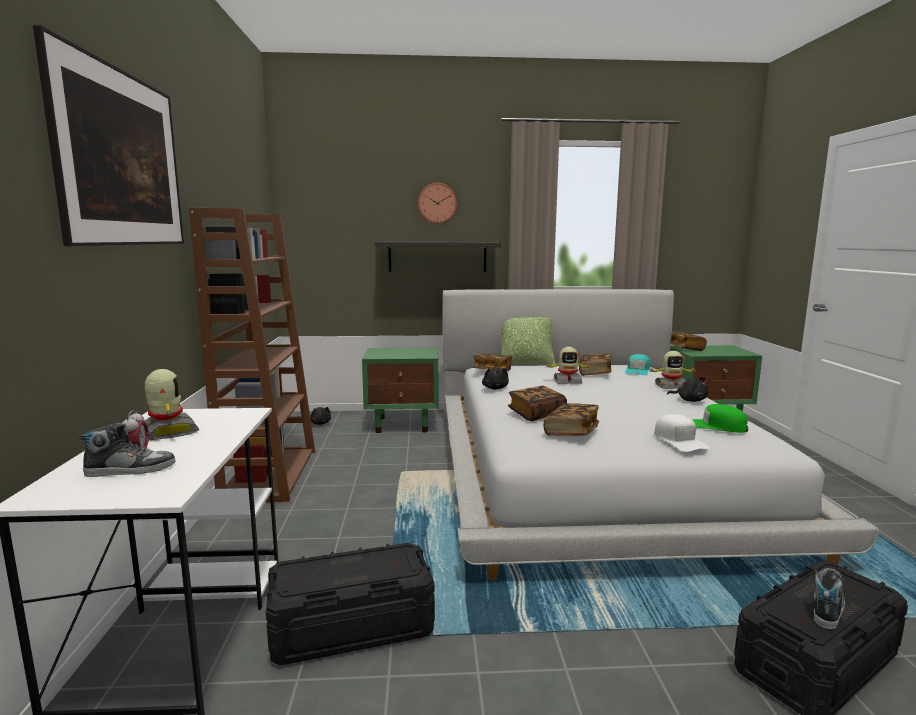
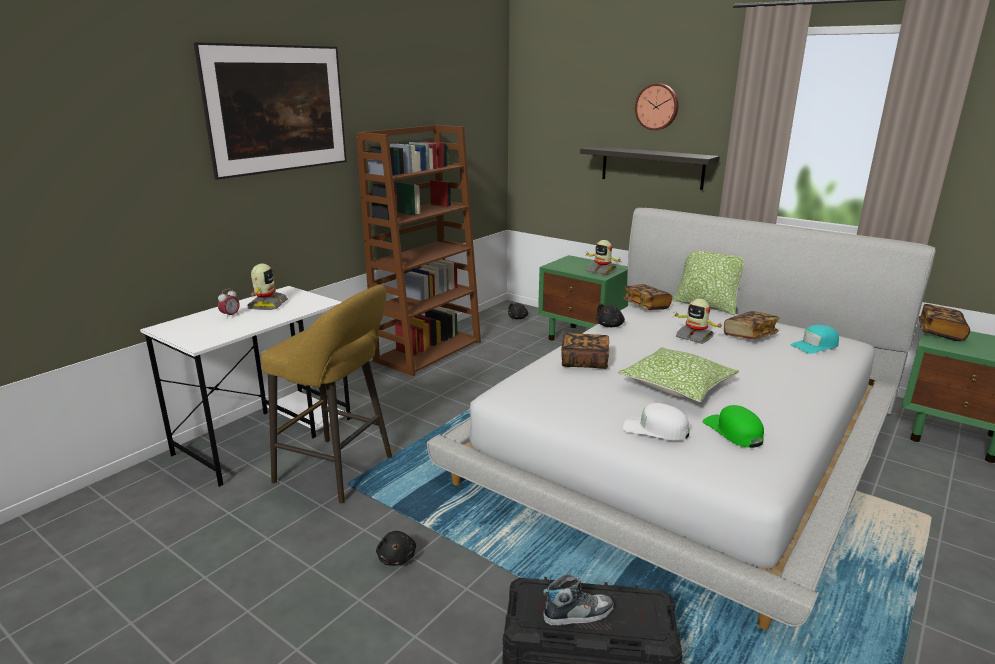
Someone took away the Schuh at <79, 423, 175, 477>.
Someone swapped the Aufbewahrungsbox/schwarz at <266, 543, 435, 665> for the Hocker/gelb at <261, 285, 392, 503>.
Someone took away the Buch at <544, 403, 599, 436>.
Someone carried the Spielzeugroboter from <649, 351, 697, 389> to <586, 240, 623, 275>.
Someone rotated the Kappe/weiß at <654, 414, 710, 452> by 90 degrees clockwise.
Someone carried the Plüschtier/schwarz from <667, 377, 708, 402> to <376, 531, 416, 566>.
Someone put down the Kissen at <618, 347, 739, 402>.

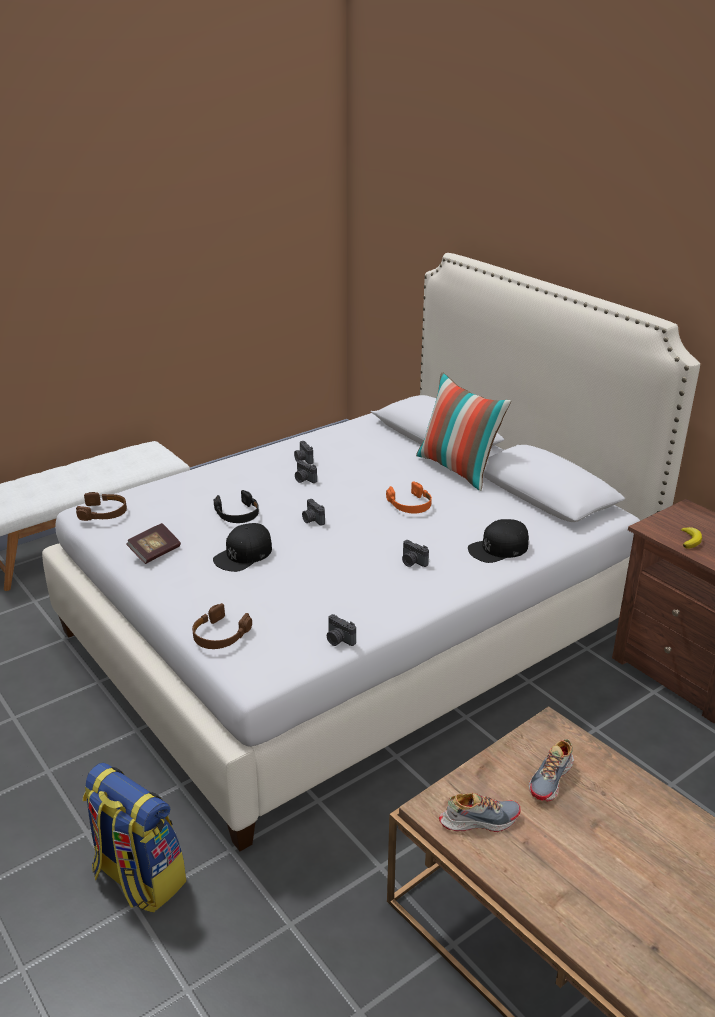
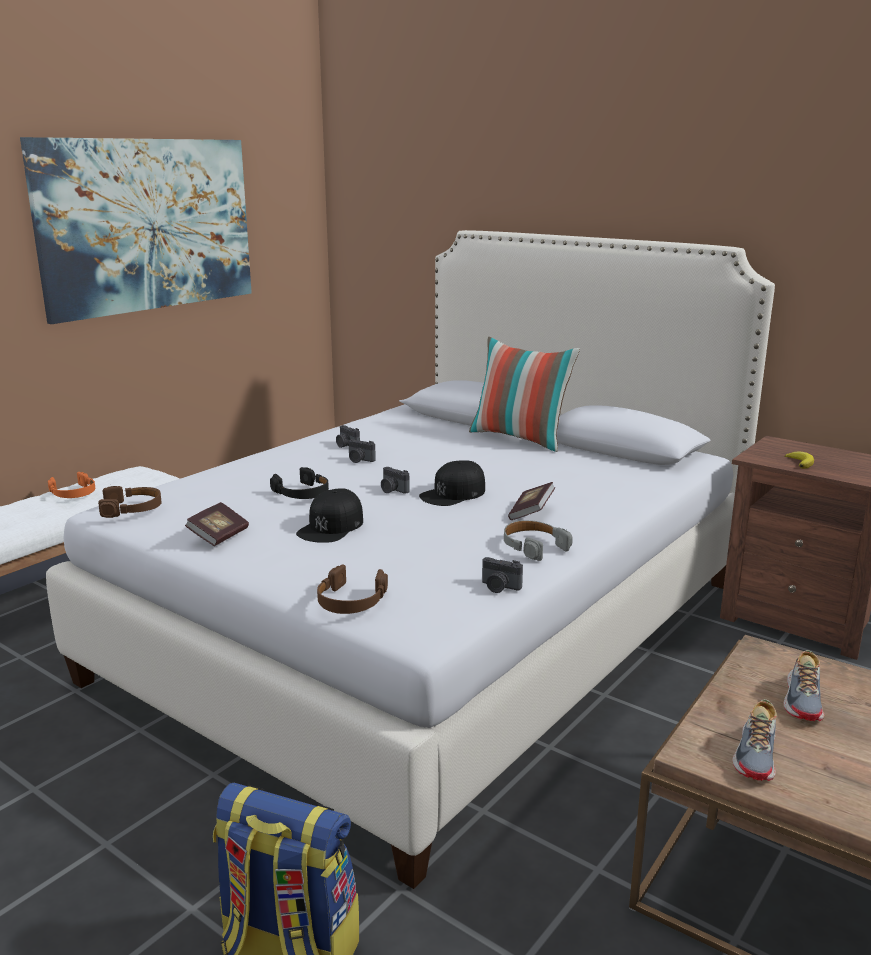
Someone carried the Kopfhörer/orange from <386, 481, 432, 513> to <48, 472, 95, 498>.
Someone swapped the Kamera at <402, 540, 429, 567> for the Buch at <508, 482, 555, 520>.
Someone rotated the Schuh at <439, 793, 520, 832> by 135 degrees clockwise.
Someone carried the Kappe/schwarz from <468, 519, 529, 563> to <419, 460, 485, 506>.
Someone put up the Bild at <20, 137, 252, 324>.
Someone put down the Kopfhörer/grau at <504, 520, 573, 561>.

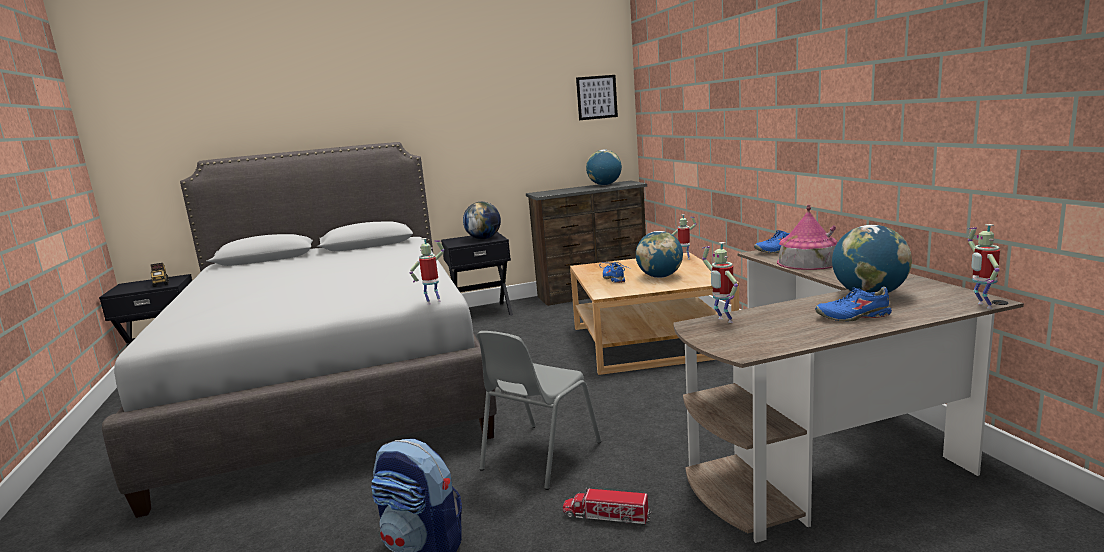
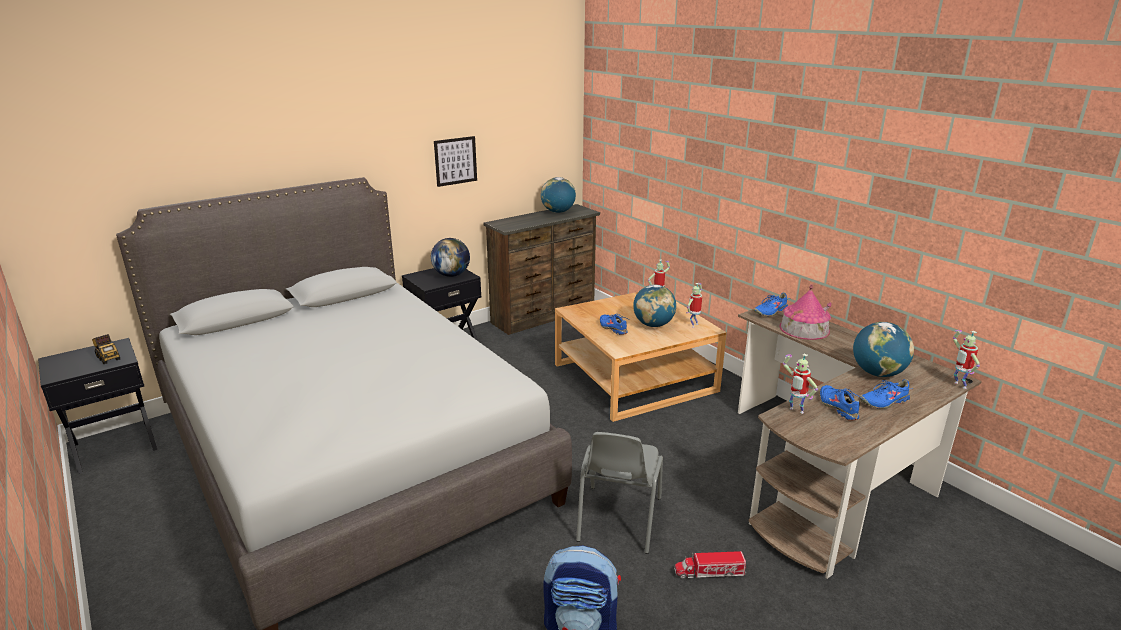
Someone carried the Spielzeugroboter from <410, 238, 444, 305> to <686, 283, 702, 328>.
Someone carried the Bild from <576, 75, 618, 120> to <434, 136, 477, 187>.
Someone put down the Schuh/blau at <820, 385, 864, 420>.

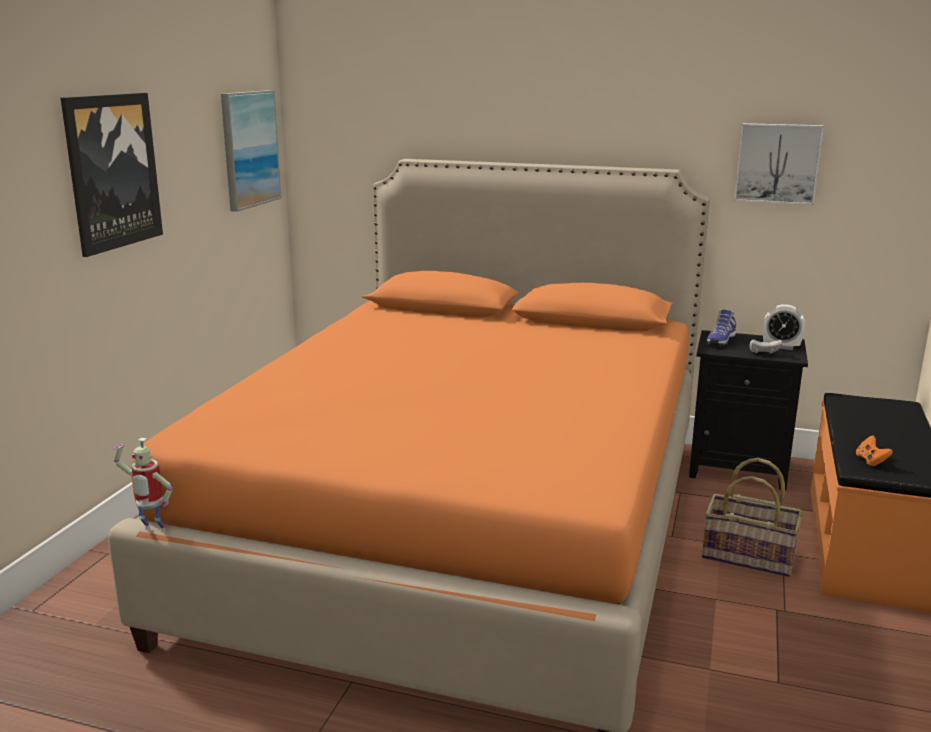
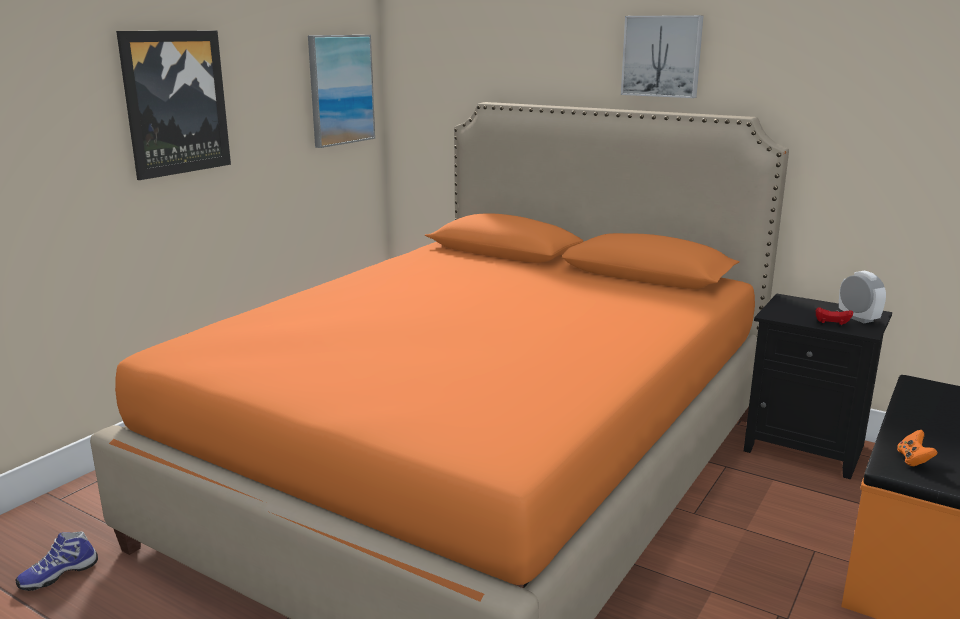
Someone took away the Spielzeugroboter at <113, 438, 173, 532>.
Someone took away the Korb at <702, 458, 803, 577>.
Someone carried the Schuh from <706, 310, 736, 347> to <15, 531, 98, 591>.
Someone carried the Bild from <734, 123, 824, 205> to <621, 15, 704, 98>.
Someone repainted the Gamepad/weiß at <749, 340, 782, 354>, which became the Gamepad/rot at <816, 307, 853, 325>.
Someone rotated the Wecker at <763, 304, 805, 350> by 150 degrees counterclockwise.

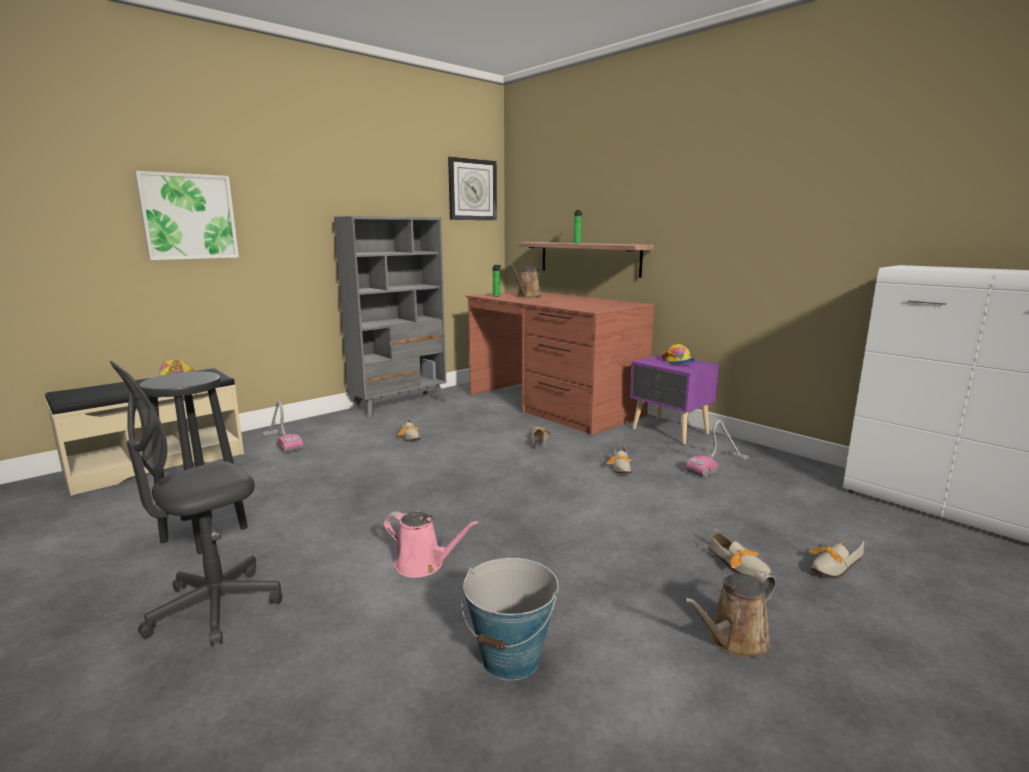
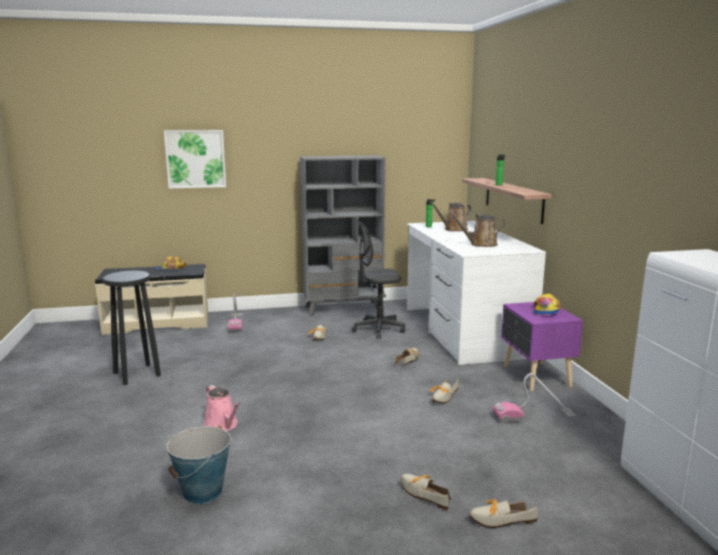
Someone carried the Bürostuhl/grau from <110, 361, 282, 646> to <352, 221, 405, 339>.
Someone took away the Wanduhr at <448, 157, 497, 220>.
Someone repainted the Schreibtisch/braun at <466, 291, 655, 436>, which became the Schreibtisch/weiß at <407, 221, 546, 365>.
Someone carried the Gießkanne/braun from <684, 571, 776, 657> to <448, 211, 505, 247>.
Someone rotated the Schuh at <708, 529, 772, 576> by 135 degrees clockwise.

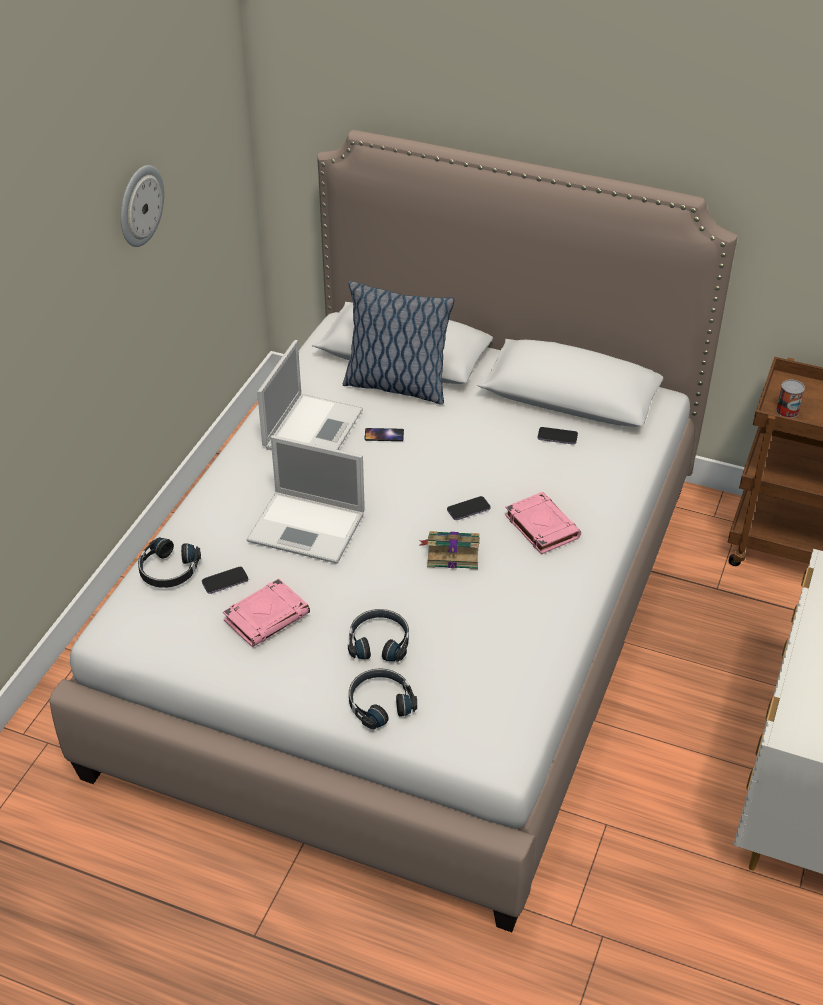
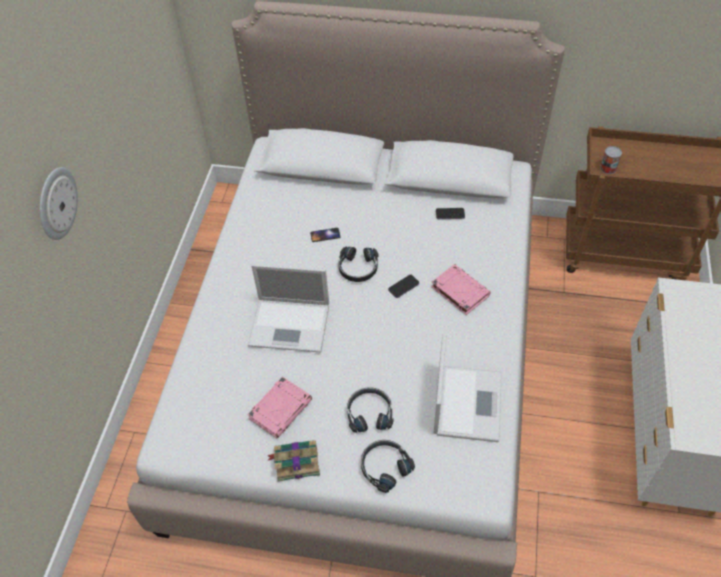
Someone carried the Wanduhr from <121, 165, 164, 247> to <40, 167, 78, 240>.
Someone carried the Kopfhörer/schwarz from <138, 537, 201, 588> to <338, 247, 378, 282>.
Someone took away the Handy at <202, 567, 248, 594>.
Someone carried the Laptop from <257, 340, 363, 451> to <434, 333, 502, 442>.
Someone took away the Kissen at <343, 281, 454, 405>.
Someone carried the Buch from <419, 531, 480, 570> to <267, 440, 320, 482>.

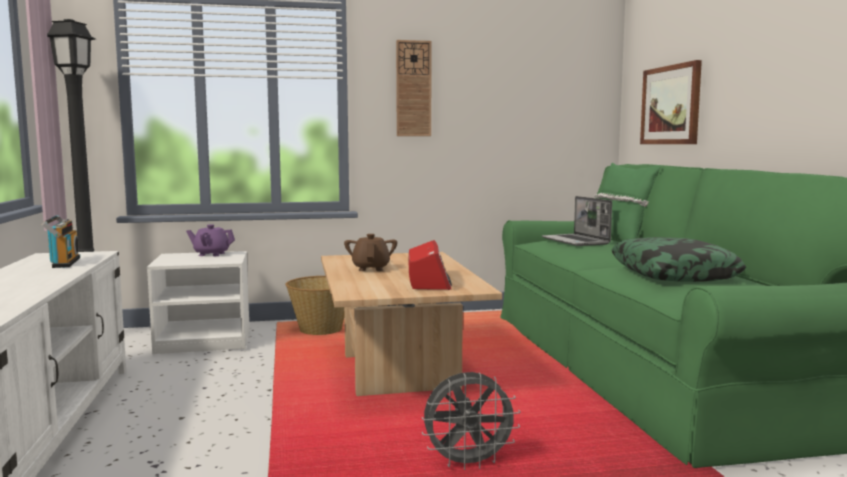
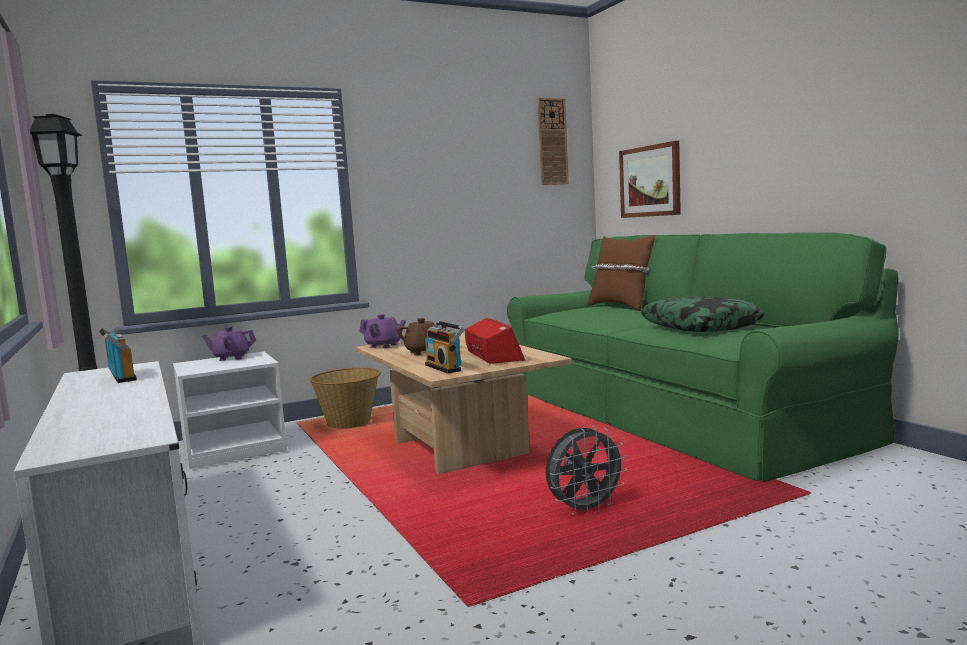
Someone carried the Wanduhr from <396, 40, 431, 136> to <537, 98, 569, 185>.
Someone took away the Laptop at <541, 196, 612, 246>.
Someone repainted the Kissen/grün at <594, 163, 661, 241>, which became the Kissen/braun at <587, 235, 656, 311>.
Someone put down the Teekanne/lila at <360, 314, 406, 348>.
Someone put down the Radio at <425, 321, 465, 374>.

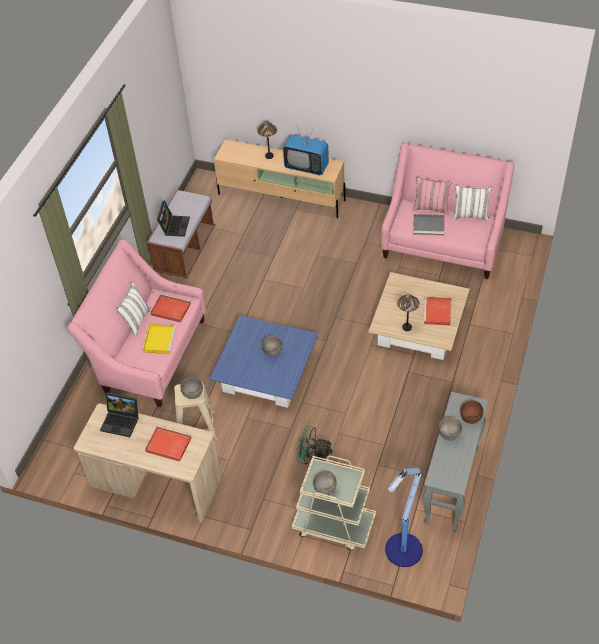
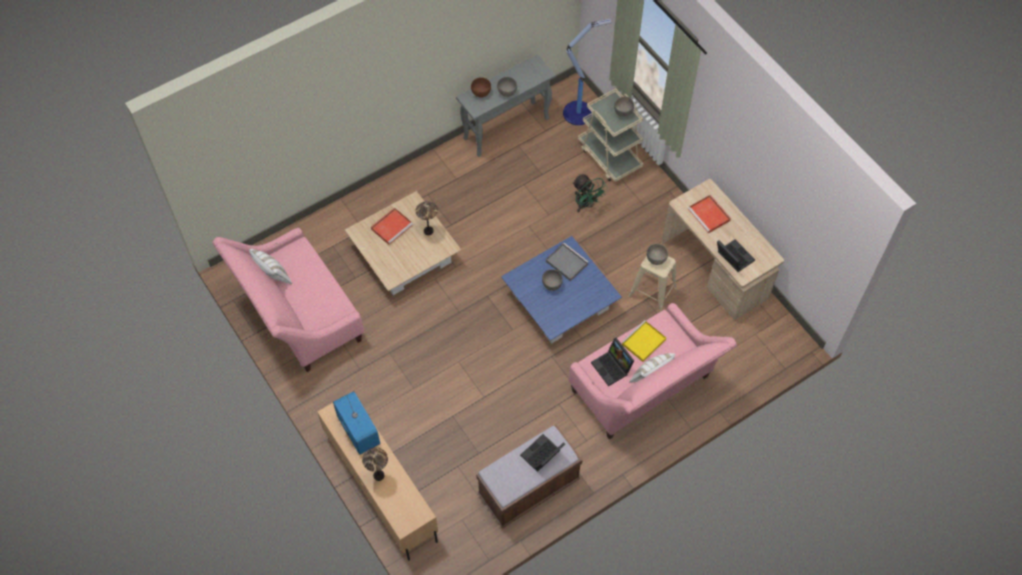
Someone swapped the Tablett/rot at <150, 294, 191, 323> for the Laptop at <591, 338, 634, 386>.
Someone took away the Kissen/rosa at <413, 177, 452, 214>.
Someone carried the Tablett/grau from <413, 214, 444, 236> to <546, 243, 588, 281>.

